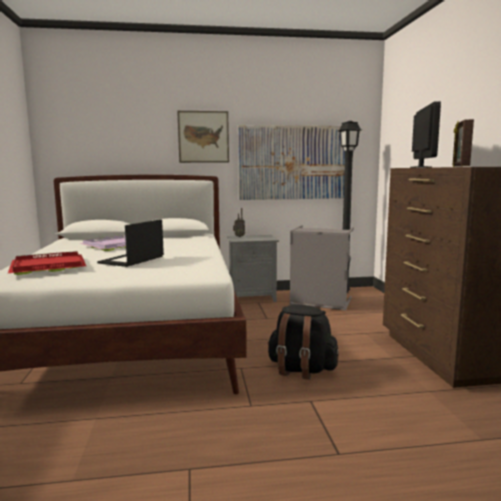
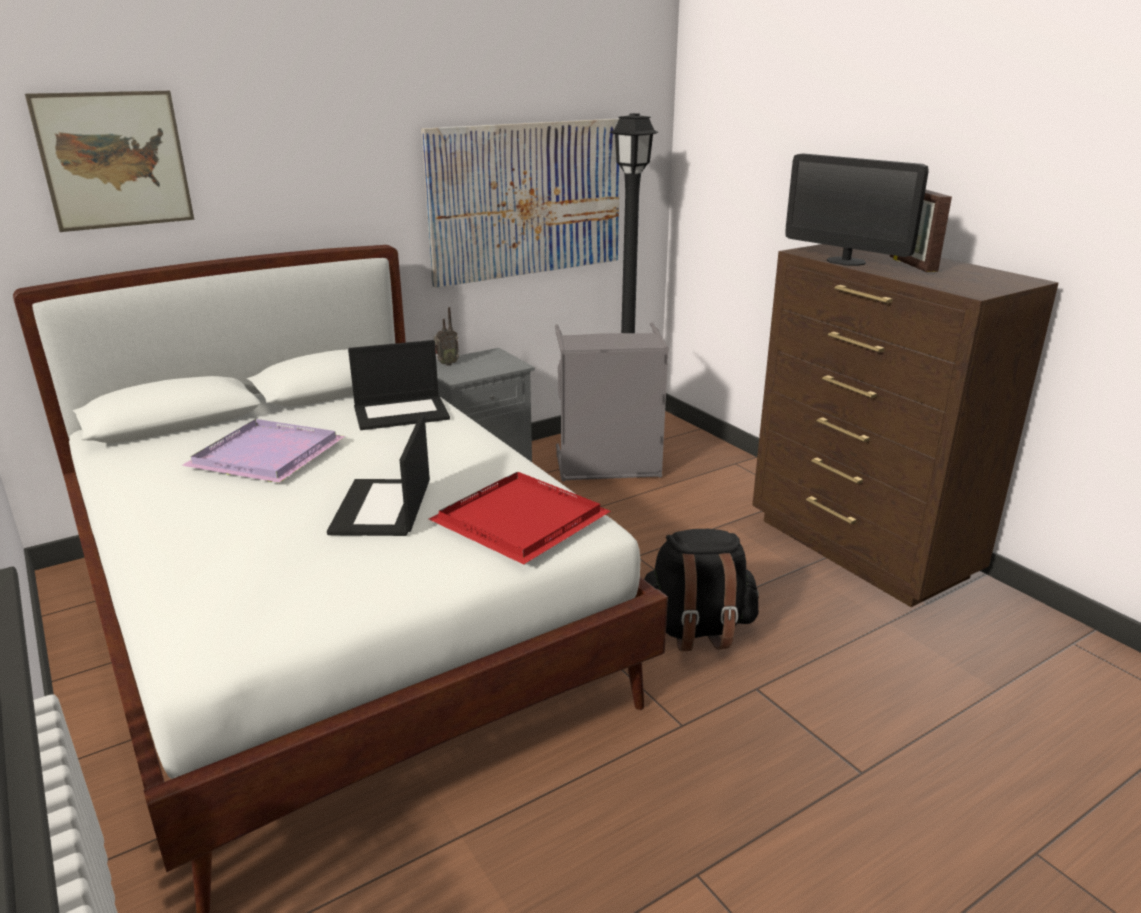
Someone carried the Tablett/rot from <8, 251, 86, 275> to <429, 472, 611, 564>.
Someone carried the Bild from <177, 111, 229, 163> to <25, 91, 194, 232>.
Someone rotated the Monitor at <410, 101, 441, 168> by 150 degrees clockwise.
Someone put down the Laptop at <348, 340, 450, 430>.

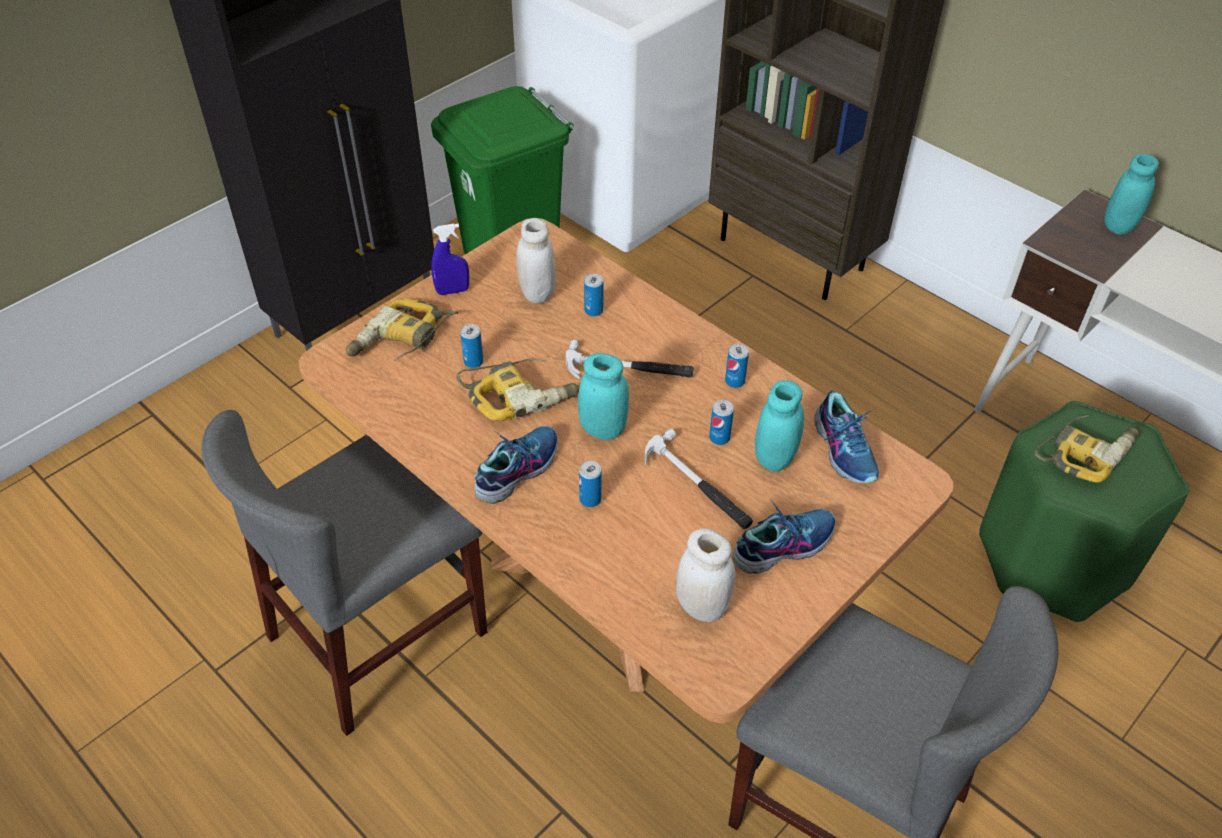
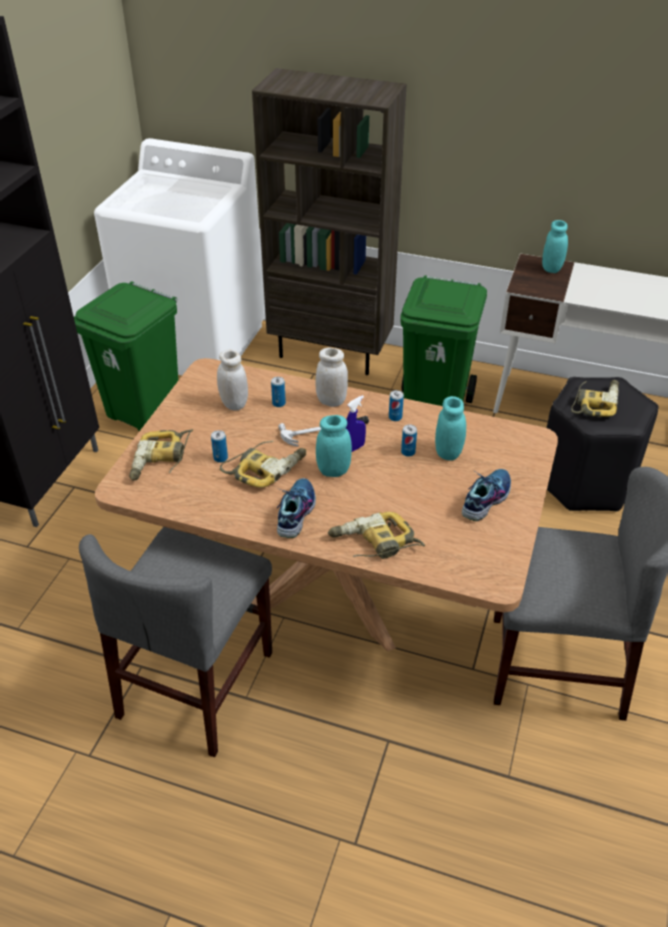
Someone carried the Sprühflasche/blau from <431, 224, 469, 295> to <346, 395, 366, 452>.
Someone took away the Dose at <579, 461, 602, 507>.
Someone took away the Hammer at <645, 429, 753, 529>.
Someone carried the Vorratsglas/weiß from <676, 528, 735, 622> to <315, 348, 348, 407>.
Someone took away the Schuh at <814, 390, 879, 483>.
Someone repainted the Hocker/grün at <979, 401, 1190, 622>, which became the Hocker/schwarz at <547, 377, 659, 511>.
Someone put down the Bohrmaschine at <328, 512, 425, 559>.
Someone put down the Mülleimer/grün at <400, 275, 487, 406>.

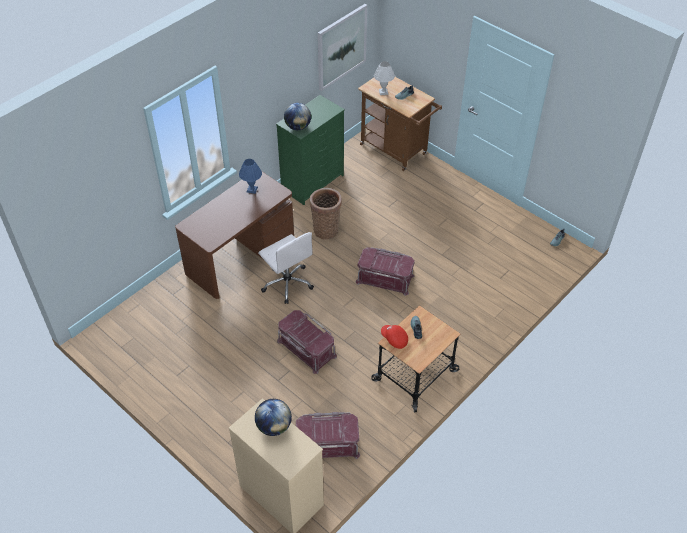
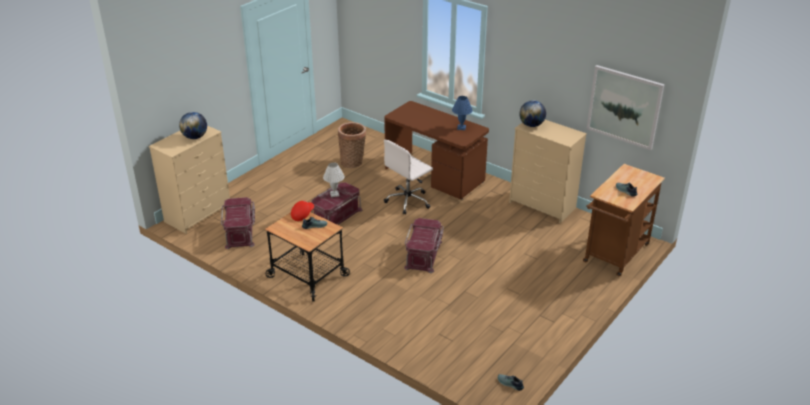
Someone repainted the Kommode/grün at <276, 95, 345, 205>, which became the Kommode/beige at <509, 120, 587, 223>.
Someone carried the Korb from <310, 188, 342, 240> to <338, 122, 366, 168>.
Someone carried the Tischlampe/weiß from <374, 61, 395, 95> to <323, 162, 344, 197>.

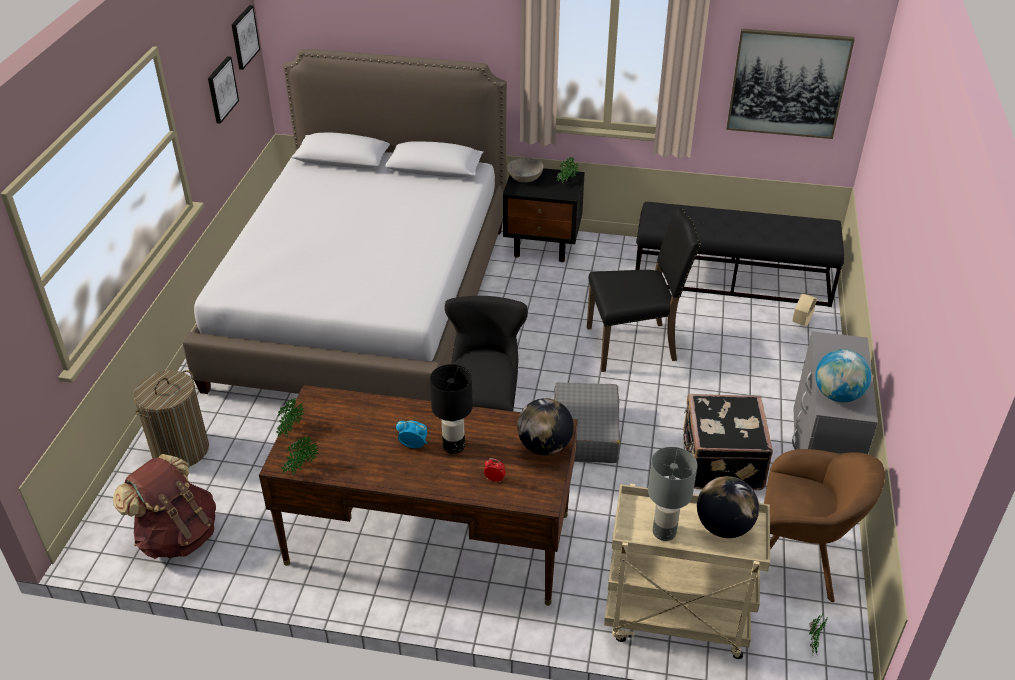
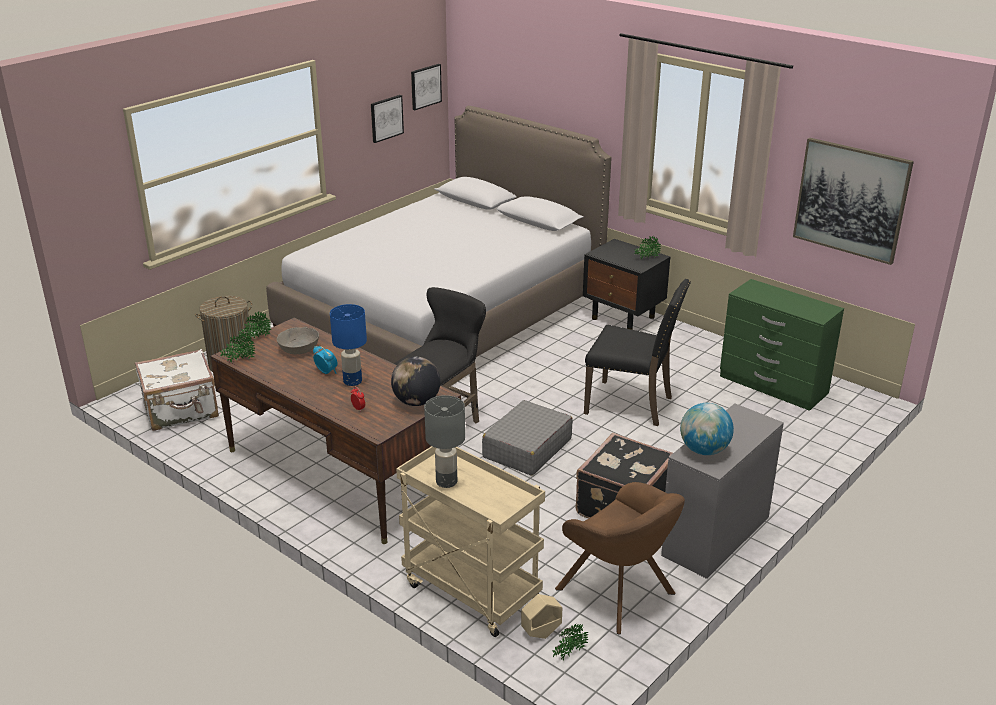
Someone swapped the Rucksack/braun at <113, 454, 216, 559> for the Koffer/weiß at <135, 349, 219, 431>.
Someone repainted the Tischlampe/schwarz at <430, 364, 473, 454>, which became the Tischlampe/blau at <330, 304, 367, 386>.
Someone carried the Schüssel/grau from <507, 157, 544, 183> to <277, 327, 319, 354>.
Someone swapped the Bank/schwarz at <636, 202, 844, 307> for the Kommode/grün at <720, 279, 844, 411>.
Someone took away the Globus at <697, 476, 759, 538>.
Someone carried the Pflanzkübel/beige from <792, 294, 817, 326> to <521, 594, 562, 639>.

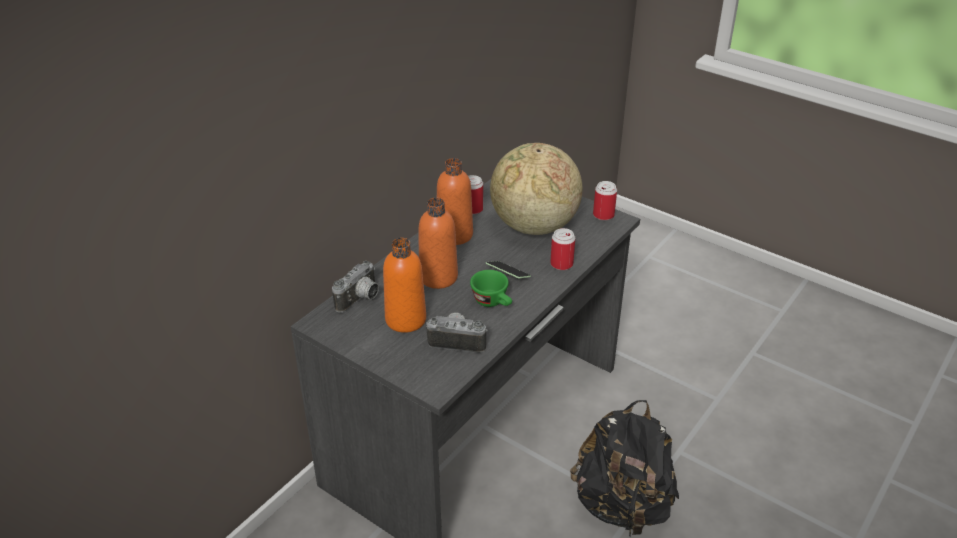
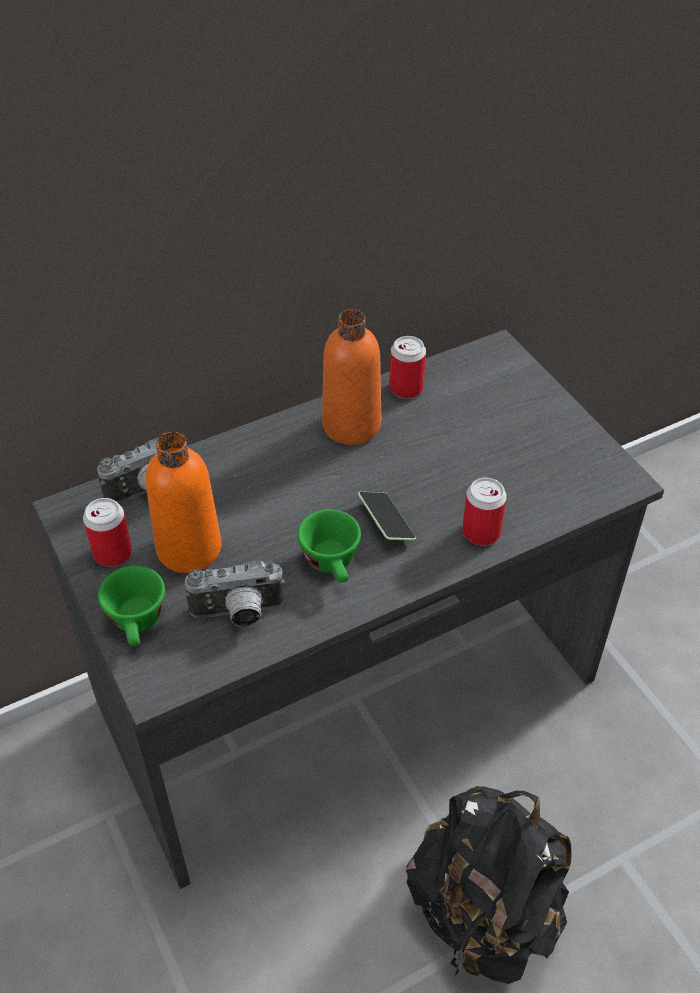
Someone took away the Flasche/orange at <419, 198, 458, 289>.
Someone rotated the Kamera at <426, 312, 488, 353> by 135 degrees clockwise.
Someone took away the Globus at <490, 143, 582, 235>.
Someone carried the Dose from <593, 181, 617, 220> to <83, 498, 132, 567>.
Someone put down the Tasse/grün at <98, 566, 165, 646>.

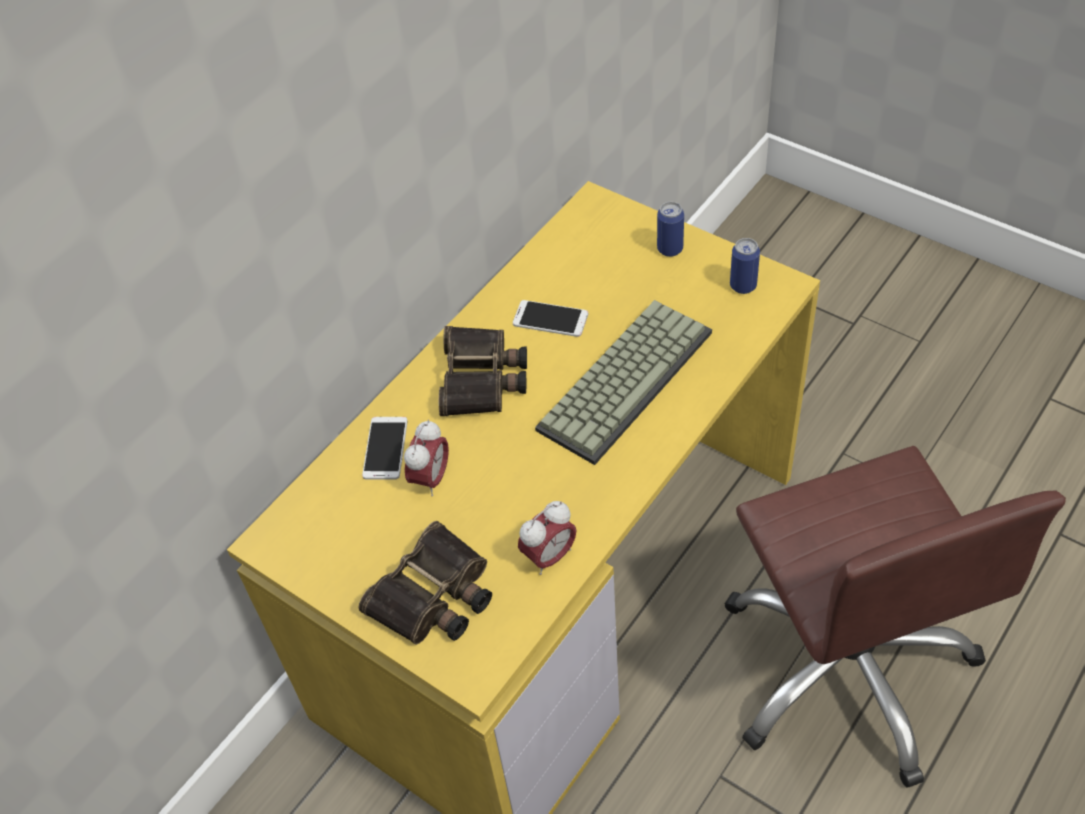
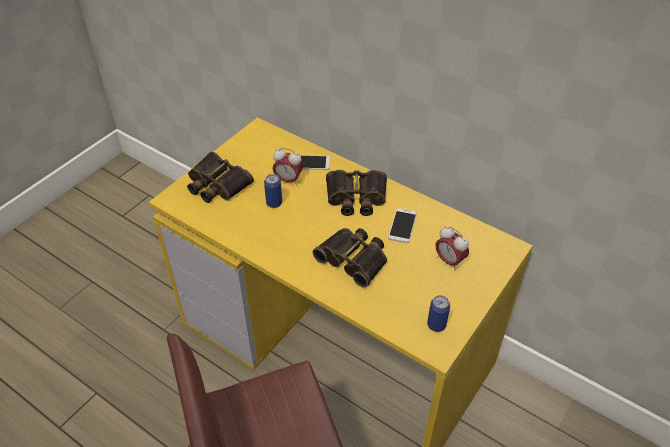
Someone carried the Wecker from <518, 501, 577, 575> to <436, 226, 469, 271>.
Someone swapped the Tastatur at <535, 300, 712, 465> for the Fernglas at <313, 228, 387, 288>.
Someone carried the Dose from <657, 201, 684, 257> to <264, 174, 282, 208>.

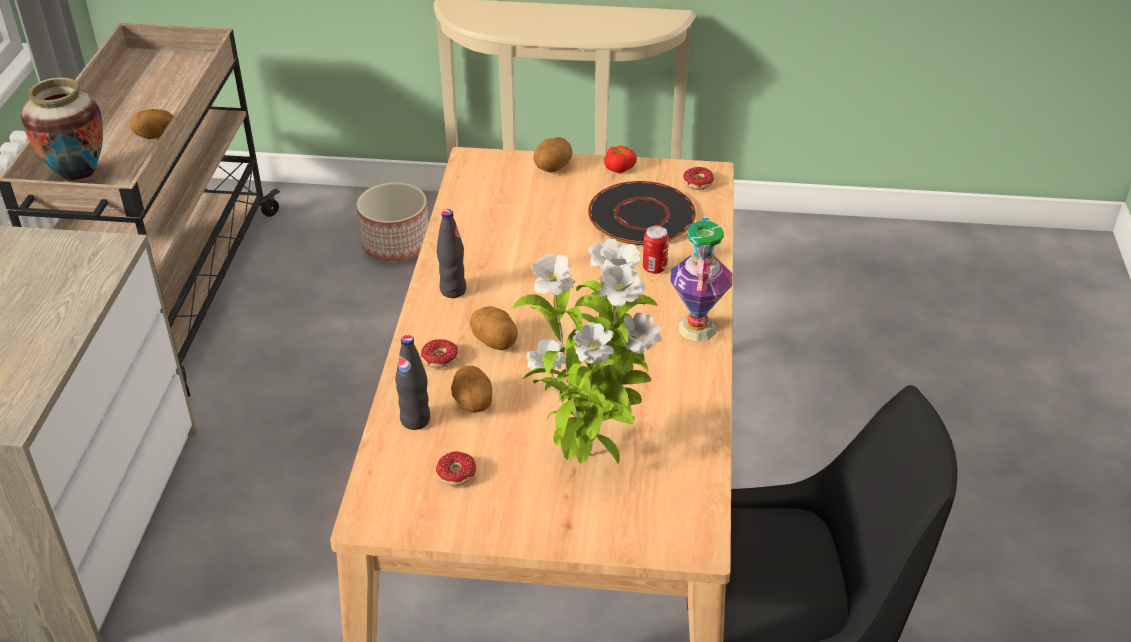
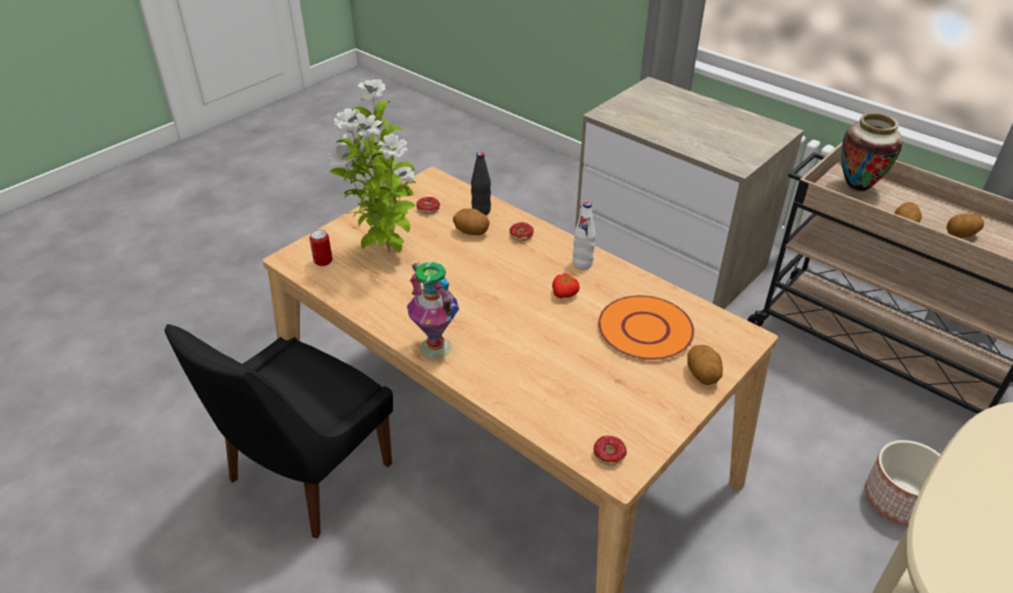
Someone repainted the Flasche/schwarz at <437, 209, 466, 298>, which became the Flasche/weiß at <572, 202, 596, 270>.
Someone carried the Kartoffel from <470, 306, 518, 350> to <946, 213, 984, 238>.
Someone took away the Teller/schwarz at <588, 181, 696, 245>.
Someone carried the Tomate from <604, 146, 637, 173> to <552, 273, 580, 298>.
Someone carried the Dose from <643, 226, 669, 274> to <309, 229, 332, 266>.
Someone put down the Teller/orange at <598, 295, 694, 360>.

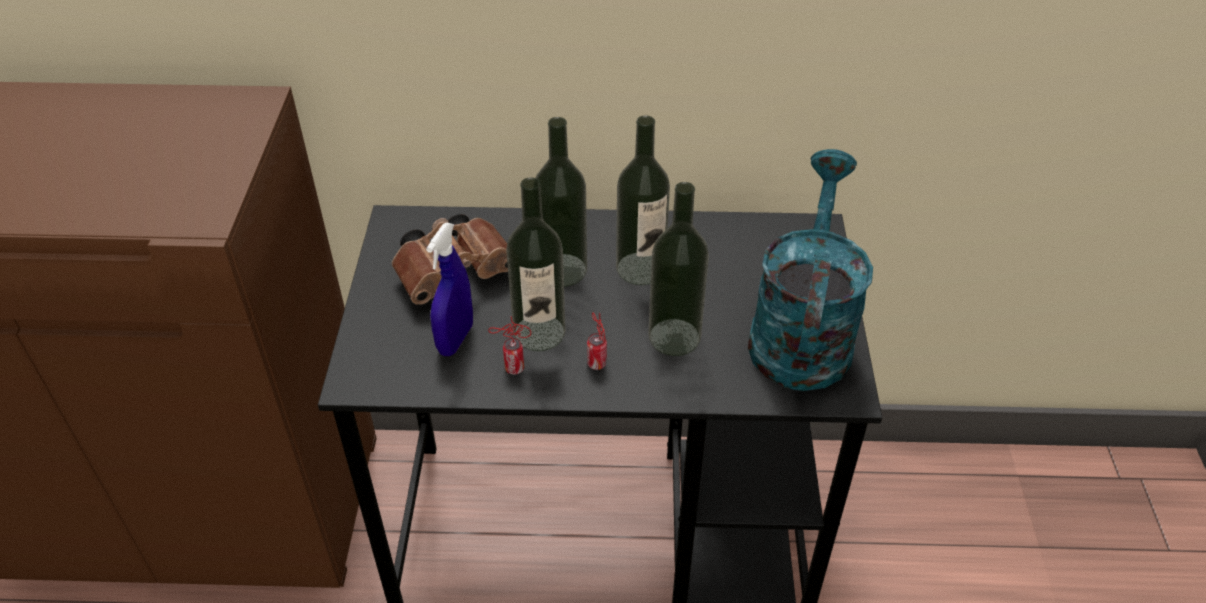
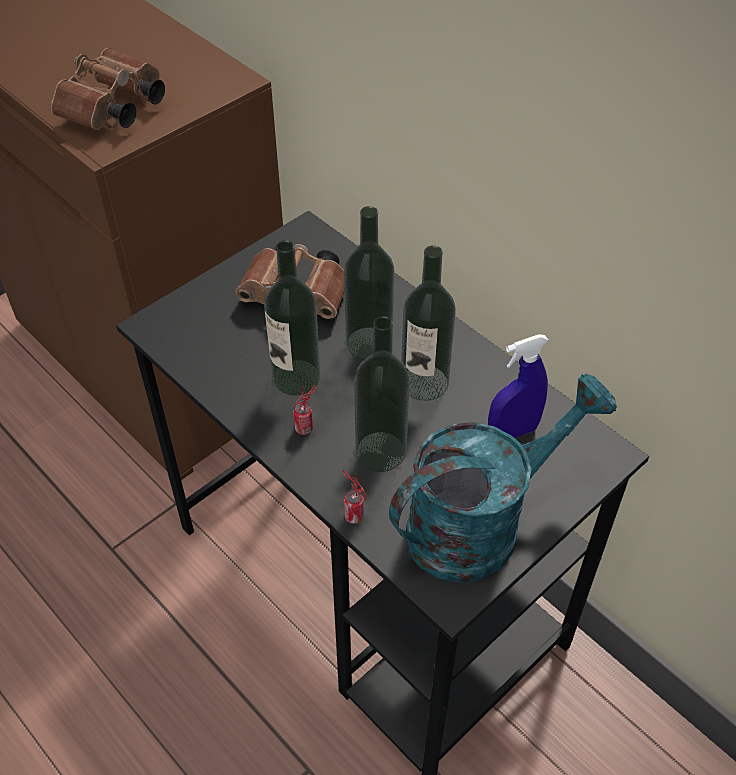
Someone carried the Sprühflasche/blau from <426, 223, 473, 356> to <488, 334, 549, 438>.
Someone carried the Dose from <488, 316, 531, 375> to <343, 470, 367, 524>.
Someone put down the Fernglas/braun at <50, 48, 165, 130>.

